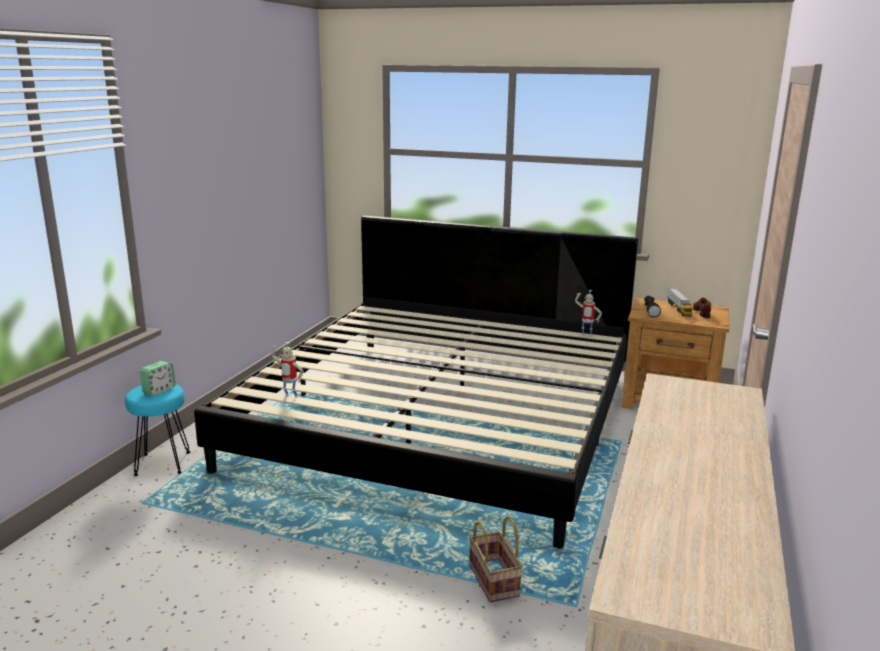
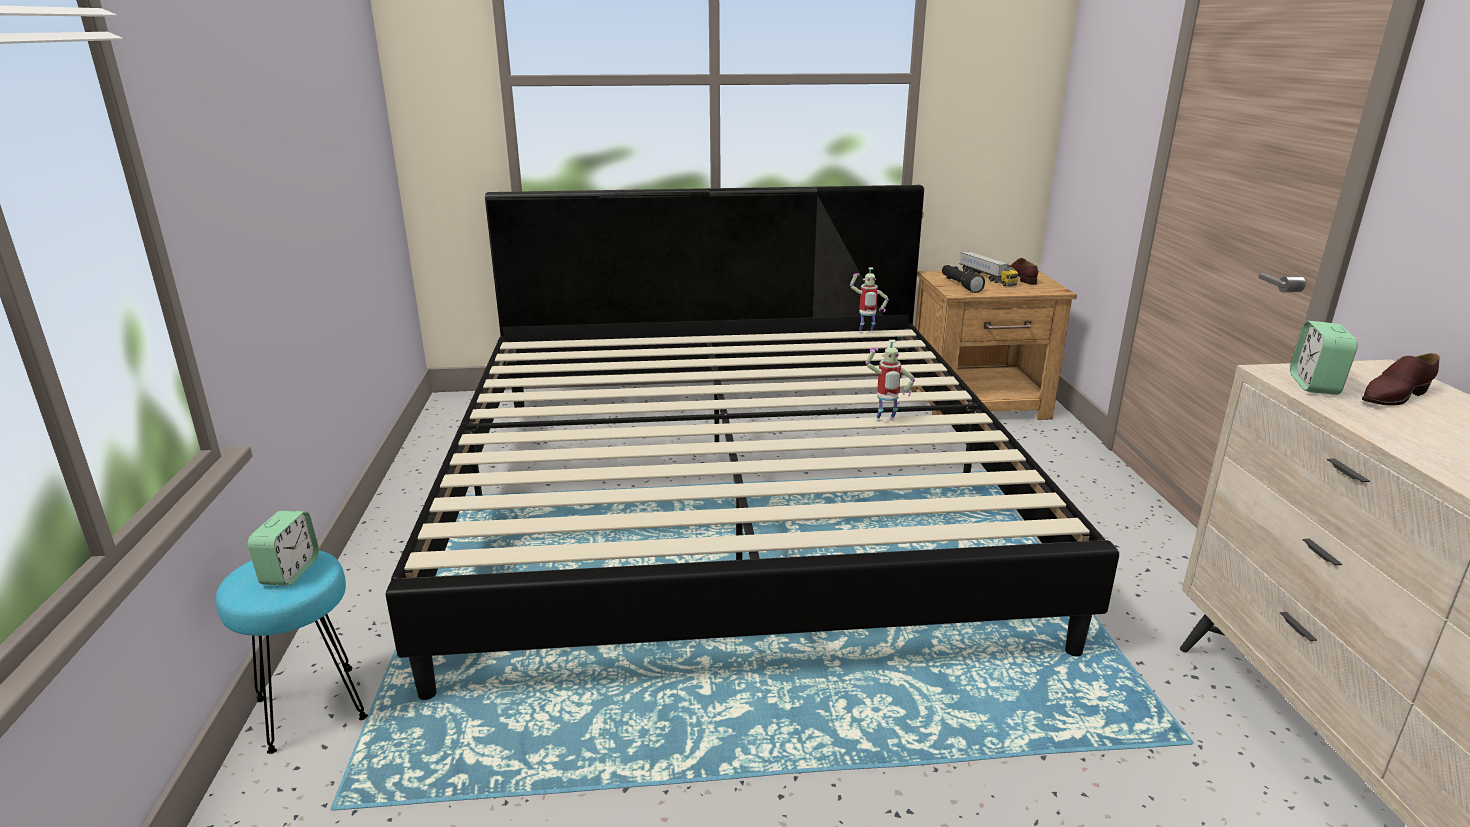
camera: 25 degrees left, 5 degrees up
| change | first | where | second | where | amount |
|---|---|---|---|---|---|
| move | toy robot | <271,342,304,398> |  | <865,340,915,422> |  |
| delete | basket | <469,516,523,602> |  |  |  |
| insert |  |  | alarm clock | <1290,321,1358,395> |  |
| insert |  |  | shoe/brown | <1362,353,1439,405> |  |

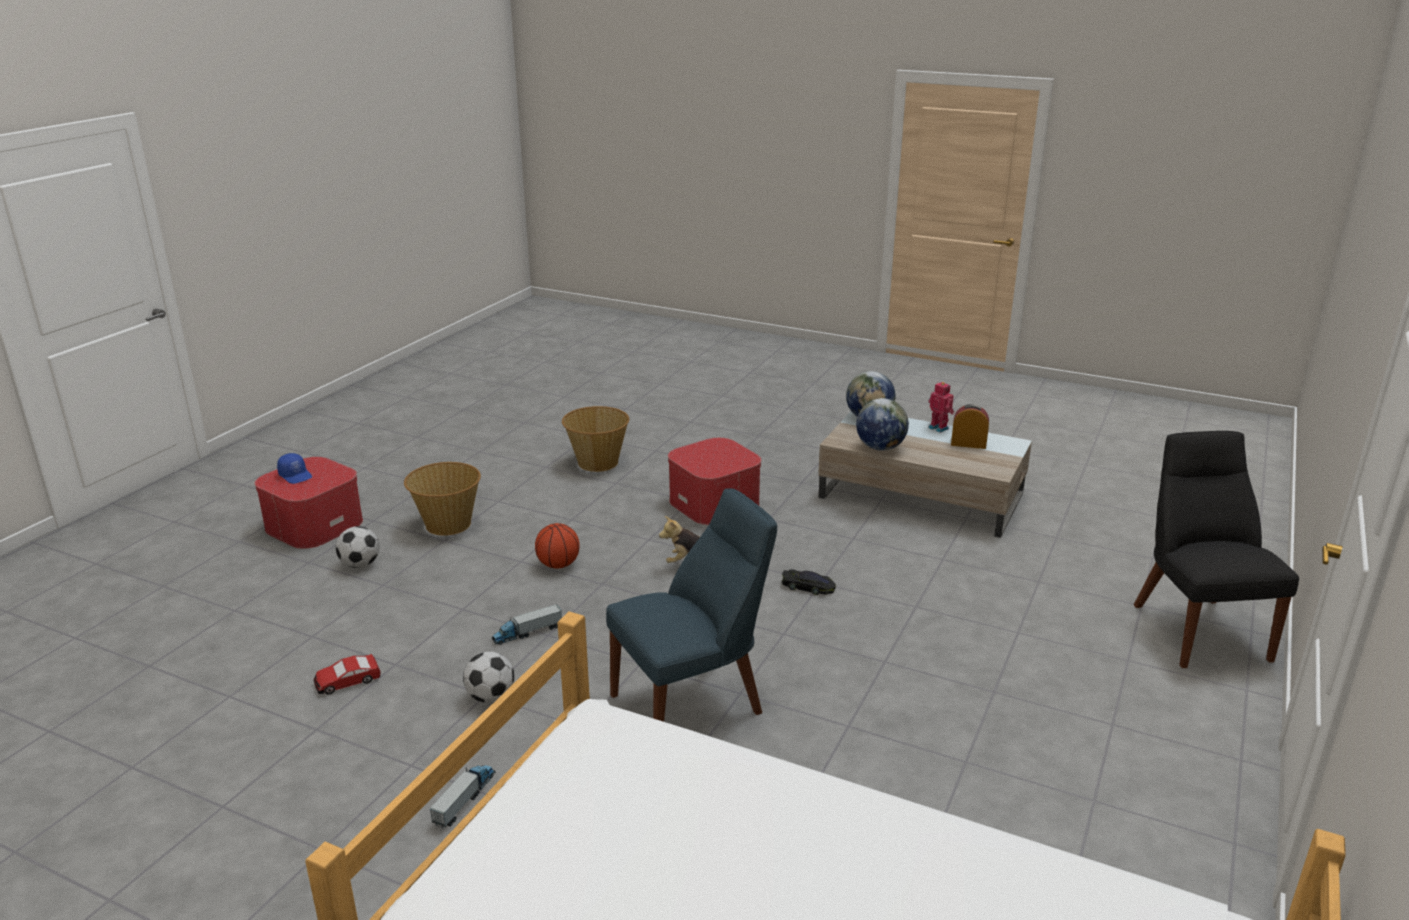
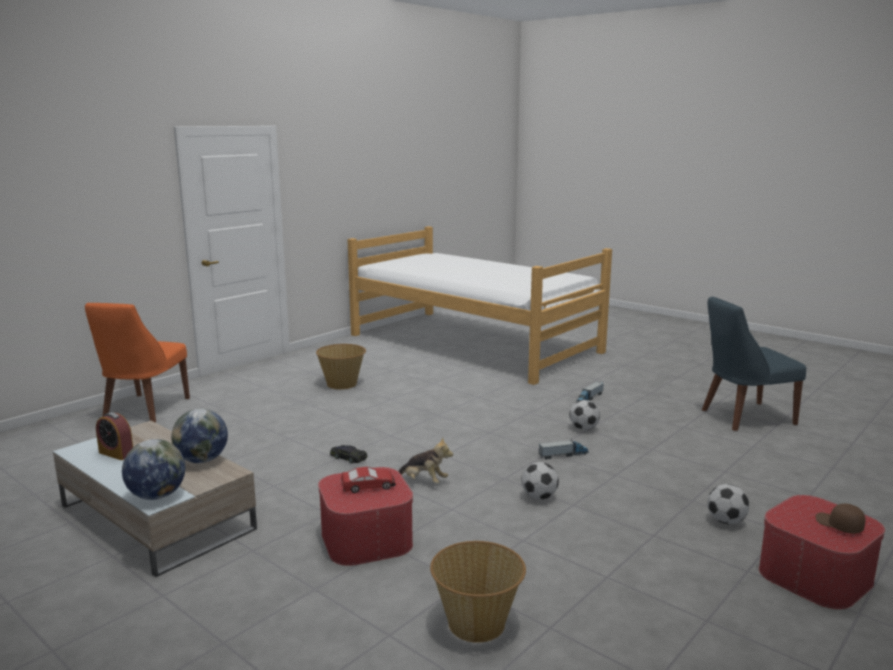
camera: 165 degrees left, 10 degrees down
| change | first | where | second | where | amount |
|---|---|---|---|---|---|
| recolor | cap/blue | <277,453,312,484> | cap/brown | <816,504,865,534> |  |
| move | toy car | <313,654,381,694> |  | <341,467,396,493> |  |
| move | basket | <404,462,481,536> |  | <316,344,366,389> |  |
| replace | basketball | <535,523,580,569> | football | <521,462,559,500> |  |
| move | chair/blue | <606,488,777,722> |  | <702,296,806,431> |  |
| delete | toy robot | <928,382,954,433> |  |  |  |
| recolor | chair/black | <1134,431,1299,668> | chair/orange | <85,303,190,422> |  |

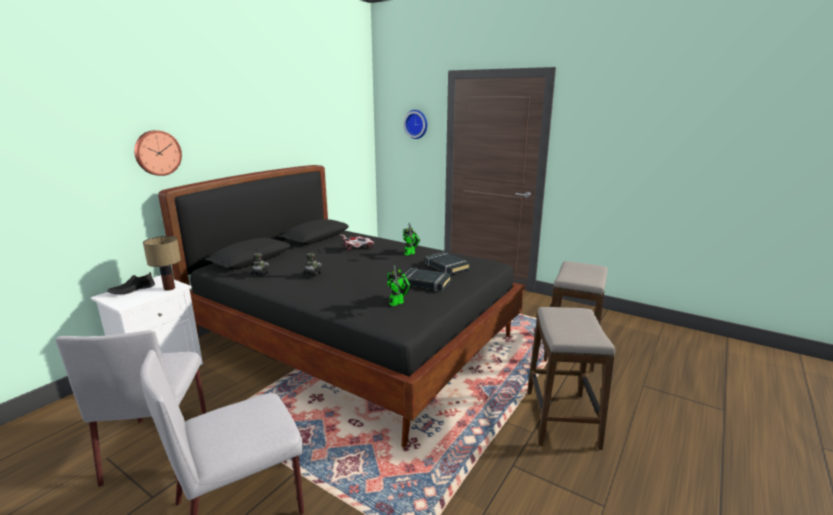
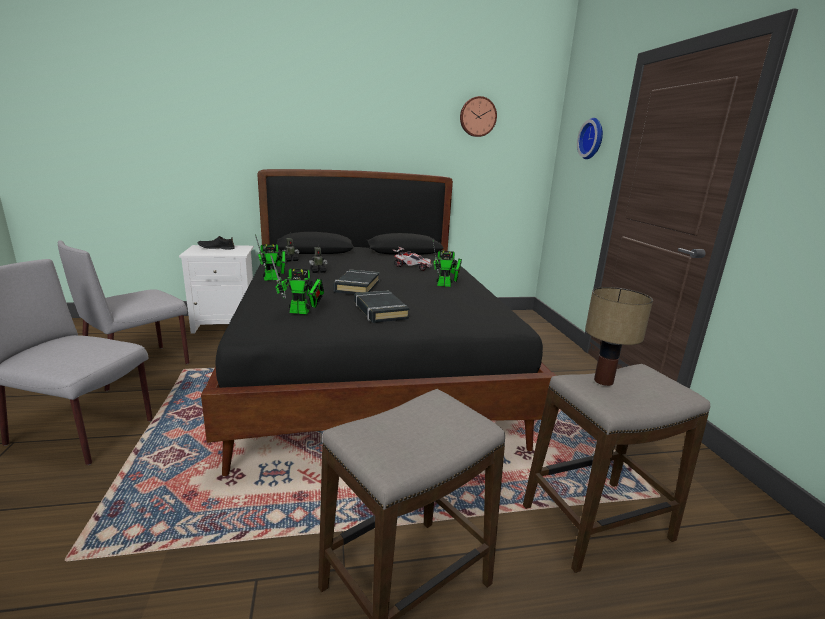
camera: 45 degrees right, 0 degrees up
| change | first | where | second | where | amount |
|---|---|---|---|---|---|
| move | wall clock | <134,130,182,176> |  | <460,96,497,137> |  |
| move | table lamp | <143,236,181,291> |  | <585,287,653,386> |  |
| move | book/black | <425,252,470,275> |  | <333,270,380,294> |  |
| insert |  |  | toy robot | <255,234,286,281> |  |

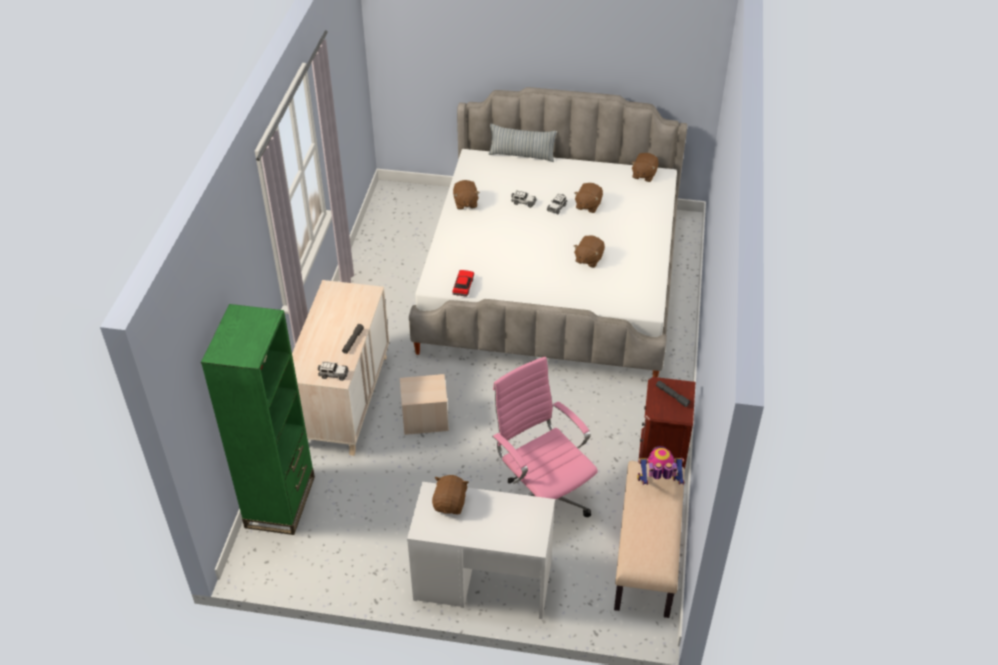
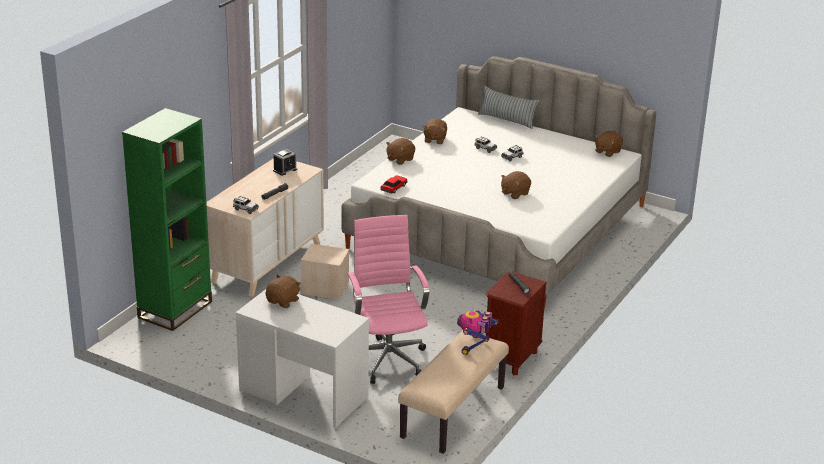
camera: 20 degrees right, 15 degrees down
| change | first | where | second | where | amount |
|---|---|---|---|---|---|
| move | plush toy/brown | <574,183,603,213> |  | <386,138,415,165> |  |
| rotate | toy robot | <637,446,685,485> |  | <457,310,499,355> | 90 degrees counterclockwise |
| insert |  |  | alarm clock | <273,149,297,176> |  |

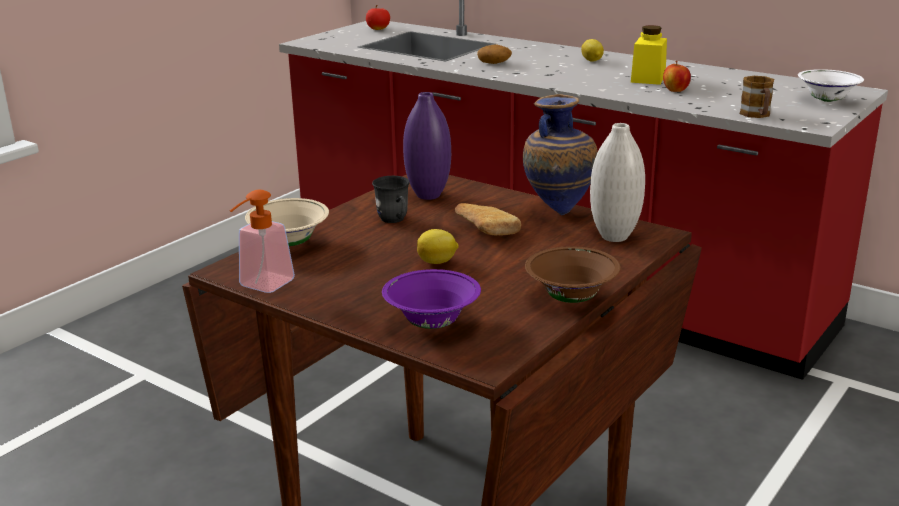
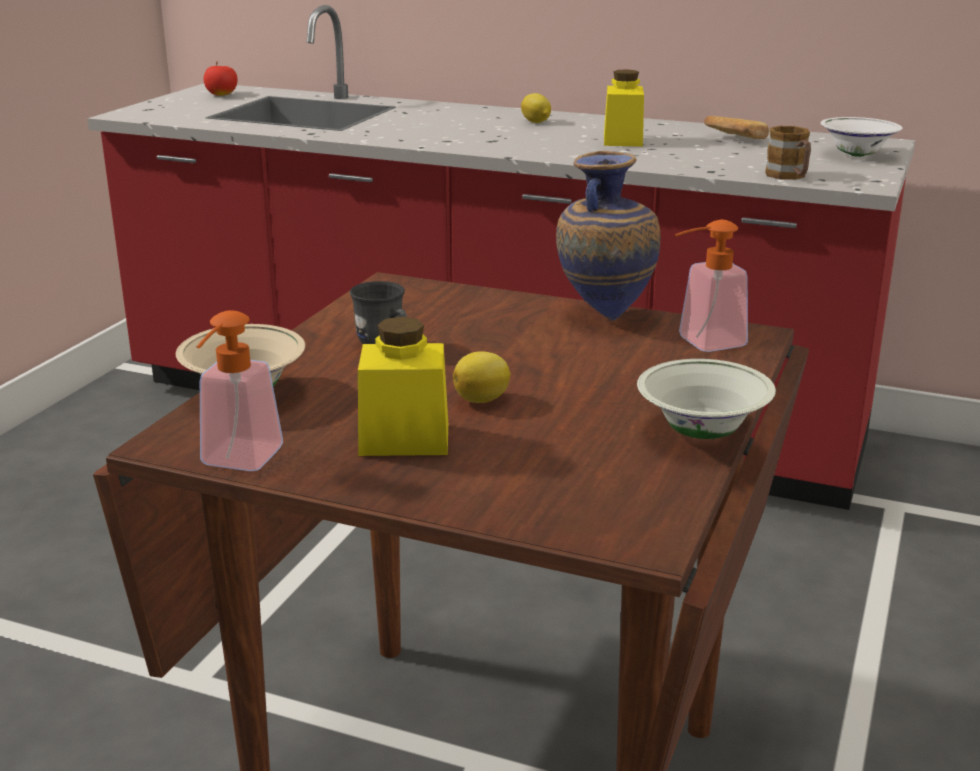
camera: 15 degrees left, 0 degrees up
| change | first | where | second | where | amount |
|---|---|---|---|---|---|
| delete | bowl/purple | <382,269,481,329> |  |  |  |
| delete | vase/purple | <403,92,451,200> |  |  |  |
| move | bread | <455,203,521,235> |  | <704,116,769,139> |  |
| delete | potato | <477,44,512,64> |  |  |  |
| recolor | bowl/brown | <525,246,621,303> | bowl/white | <637,359,776,439> |  |
| replace | vase/white | <590,123,645,242> | soap dispenser | <675,220,748,352> |  |
| delete | apple | <663,61,691,92> |  |  |  |
| insert |  |  | jar/yellow | <358,317,448,456> |  |

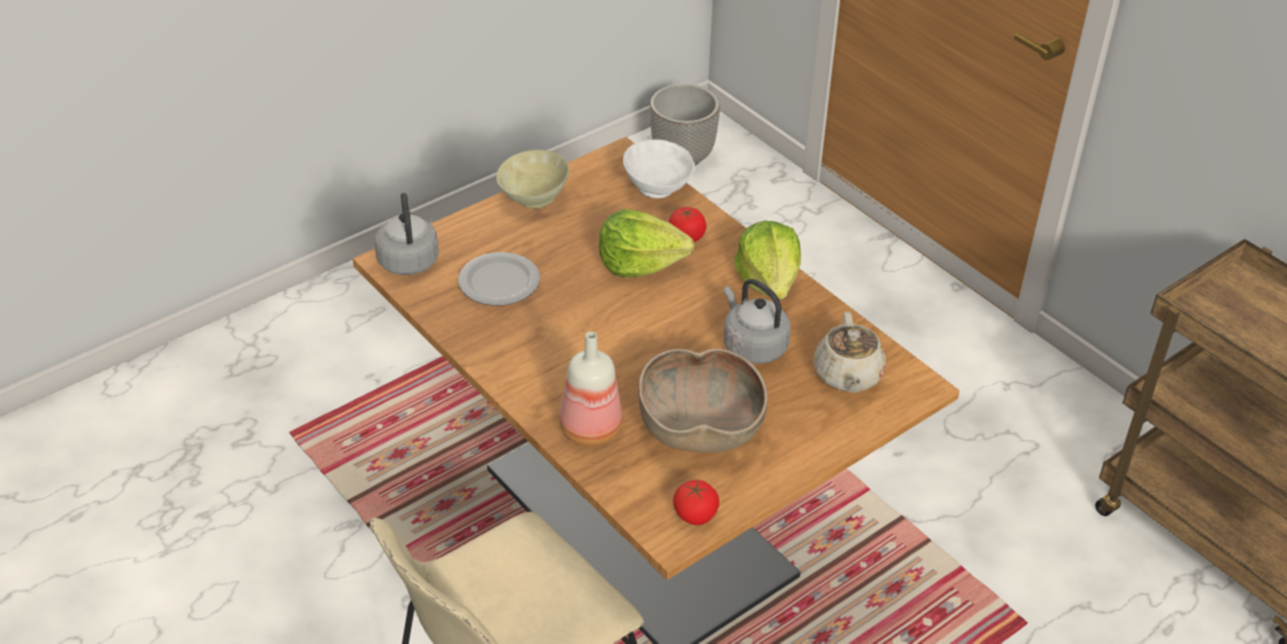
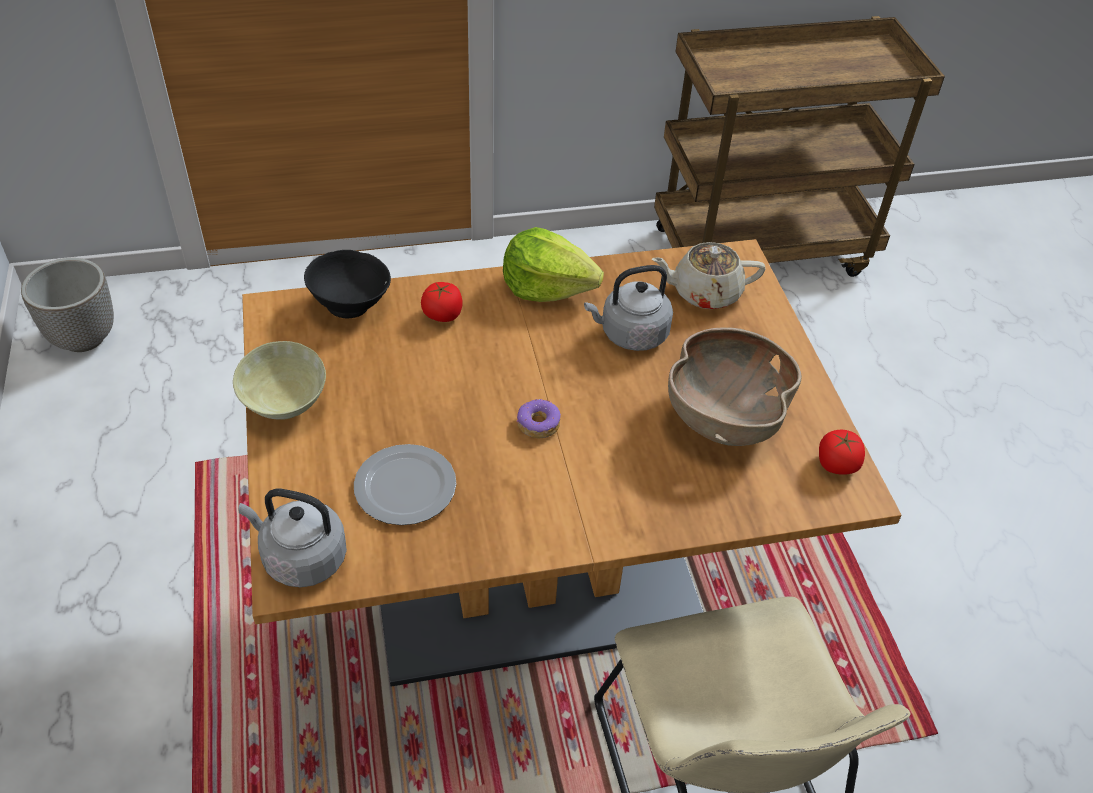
camera: 65 degrees left, 5 degrees up
| change | first | where | second | where | amount |
|---|---|---|---|---|---|
| delete | bottle | <560,332,622,446> |  |  |  |
| delete | lettuce | <599,209,694,277> |  |  |  |
| recolor | bowl/white | <623,139,695,198> | bowl/black | <304,250,391,318> |  |
| rotate | teapot/beige | <813,312,886,393> |  | <652,242,766,309> | 150 degrees clockwise |
| insert |  |  | donut | <517,399,561,438> |  |

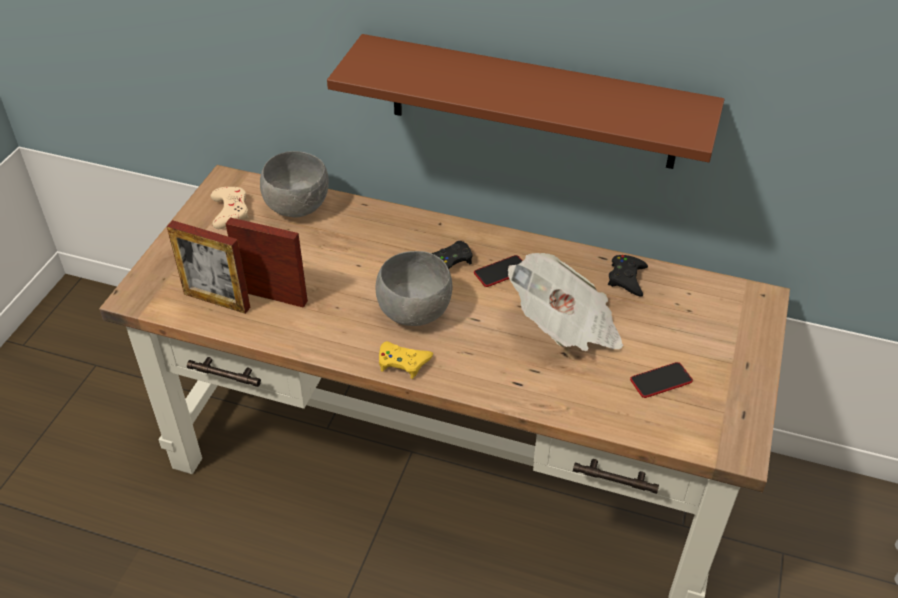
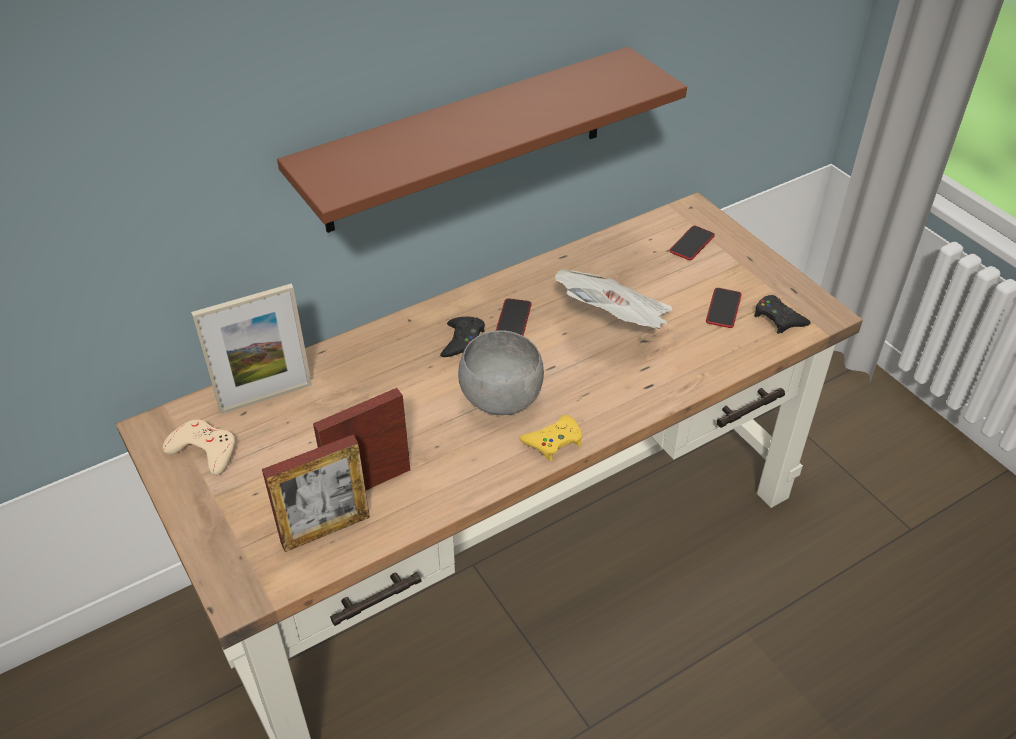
camera: 50 degrees left, 0 degrees up
| change | first | where | second | where | amount |
|---|---|---|---|---|---|
| replace | bowl/grey | <260,151,329,217> | picture frame | <191,283,312,414> |  |
| move | game controller/black | <608,255,648,297> |  | <754,295,811,334> |  |
| insert |  |  | phone | <669,226,715,260> |  |

